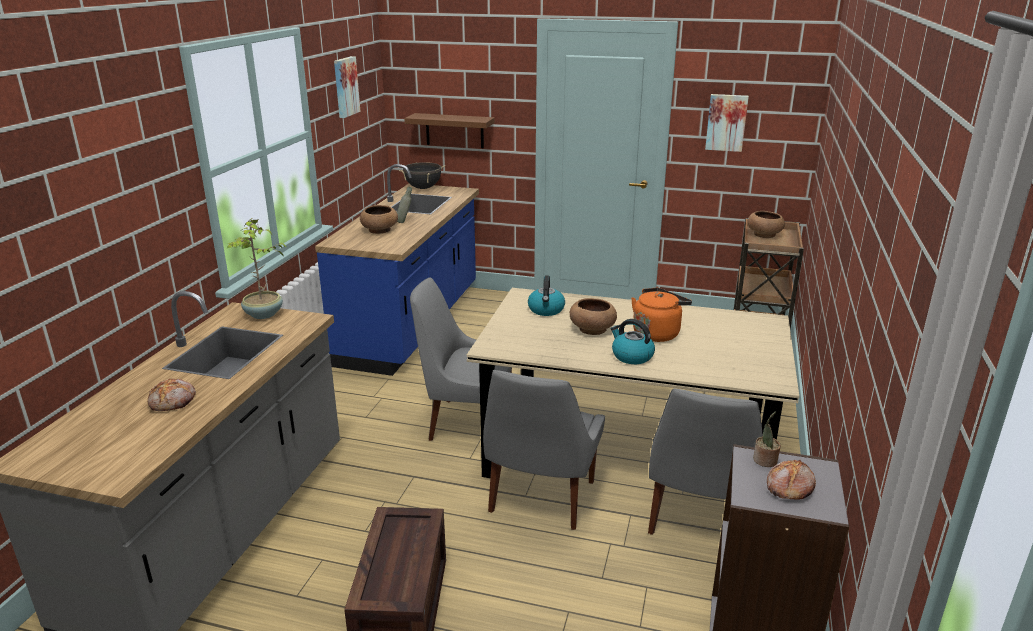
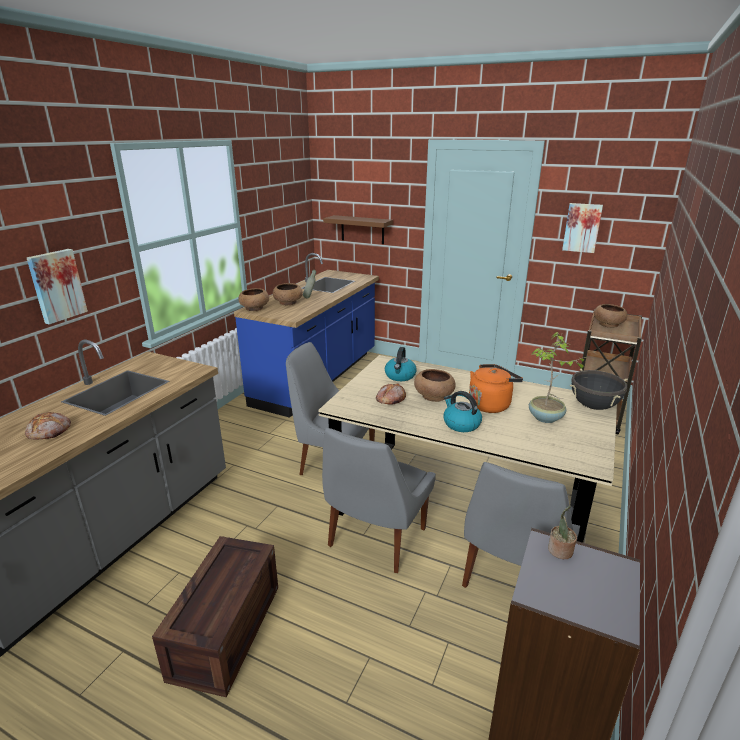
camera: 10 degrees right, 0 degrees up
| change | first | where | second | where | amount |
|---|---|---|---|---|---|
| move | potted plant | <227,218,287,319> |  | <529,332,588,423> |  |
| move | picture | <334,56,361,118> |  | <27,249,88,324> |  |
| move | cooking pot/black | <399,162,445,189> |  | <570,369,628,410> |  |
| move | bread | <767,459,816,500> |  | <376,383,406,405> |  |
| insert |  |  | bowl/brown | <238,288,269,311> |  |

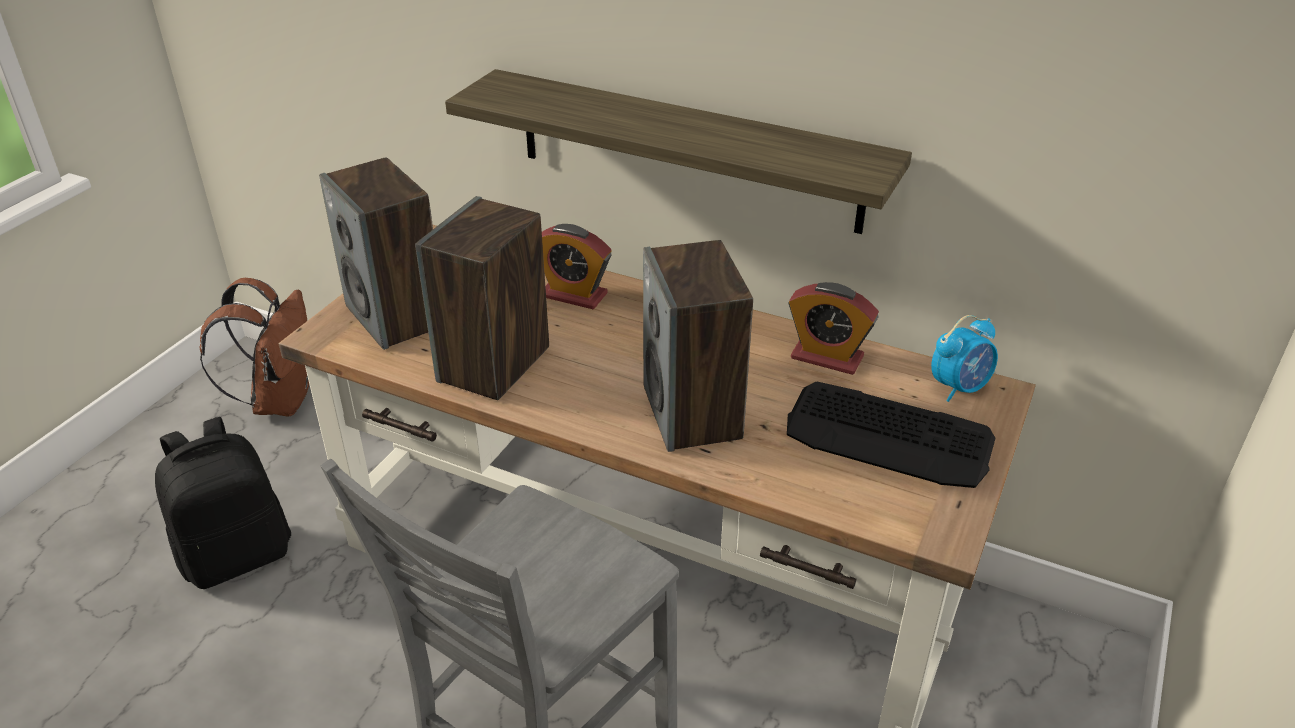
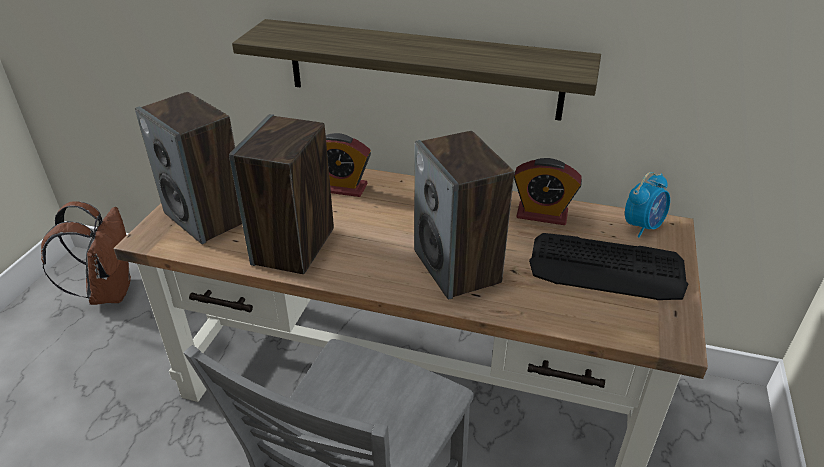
camera: 10 degrees left, 0 degrees up
| change | first | where | second | where | amount |
|---|---|---|---|---|---|
| delete | backpack/black | <155,417,291,589> |  |  |  |

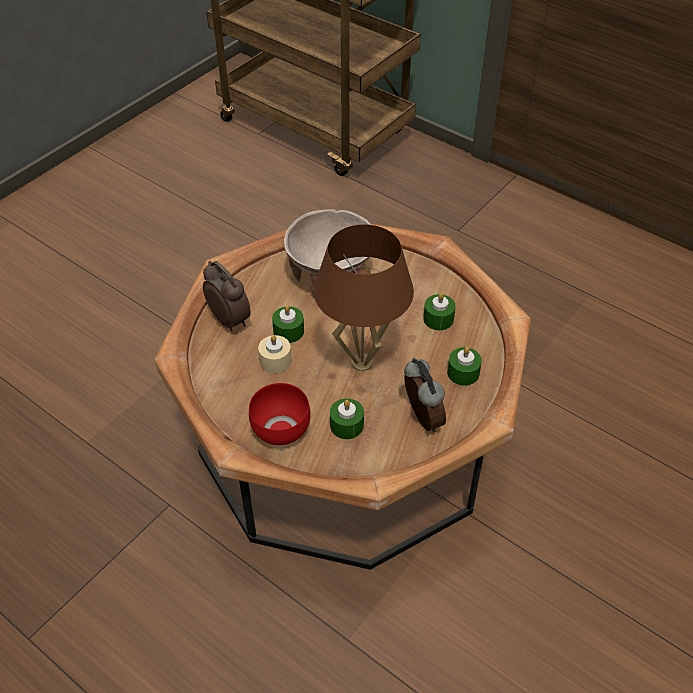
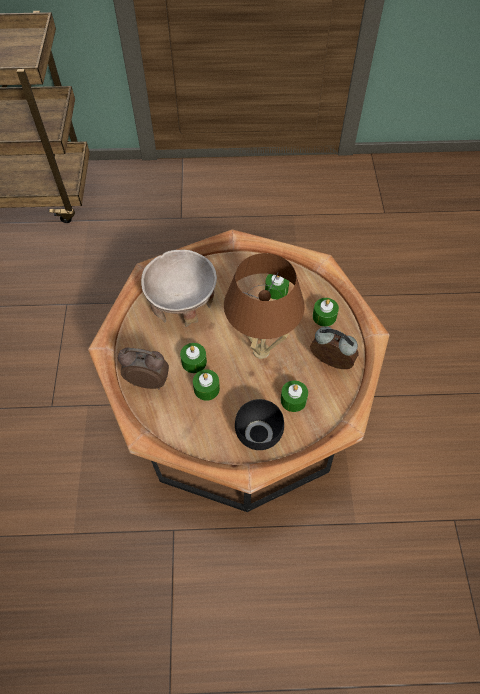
camera: 40 degrees left, 10 degrees up
| change | first | where | second | where | amount |
|---|---|---|---|---|---|
| recolor | bowl/red | <249,383,311,445> | bowl/black | <235,399,284,450> |  |
| recolor | candle/beige | <258,335,292,373> | candle/green | <193,369,220,401> |  |

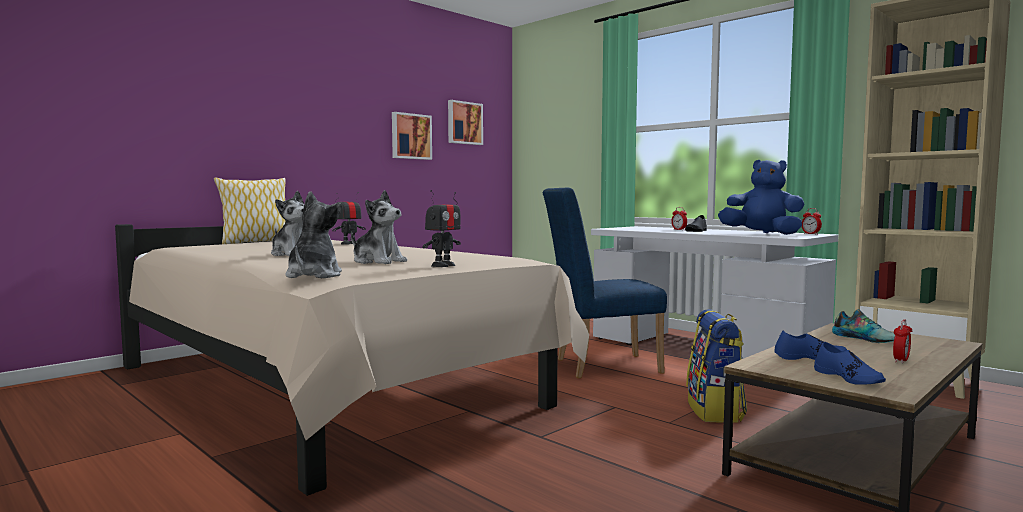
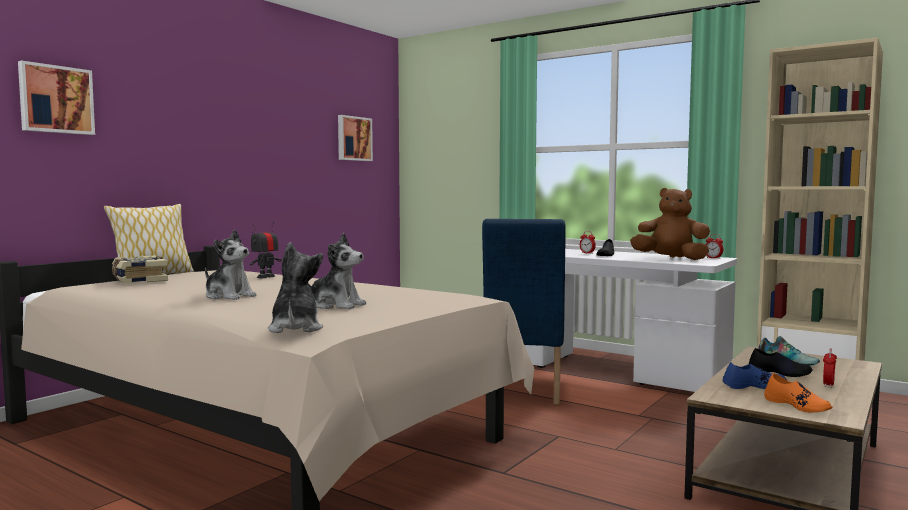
camera: 10 degrees left, 0 degrees up
| change | first | where | second | where | amount |
|---|---|---|---|---|---|
| move | picture | <392,112,432,160> |  | <18,61,95,135> |  |
| delete | toy robot | <422,190,461,267> |  |  |  |
| rotate | chair/blue | <543,188,667,378> |  | <482,219,566,405> | 60 degrees counterclockwise |
| delete | backpack | <686,309,747,423> |  |  |  |
| recolor | plush toy/blue | <718,160,804,235> | plush toy/brown | <630,188,710,260> |  |
| recolor | shoe/blue | <814,342,886,385> | shoe/orange | <764,373,833,412> |  |
| insert |  |  | book | <112,255,168,284> |  |
| insert |  |  | shoe/black | <749,348,813,377> |  |

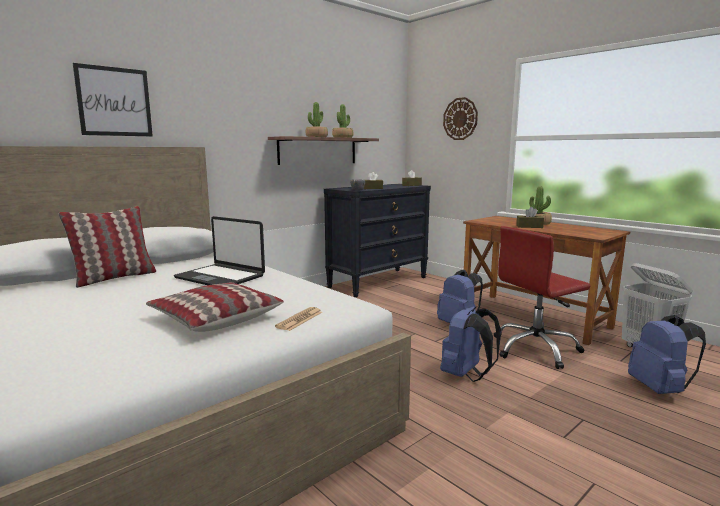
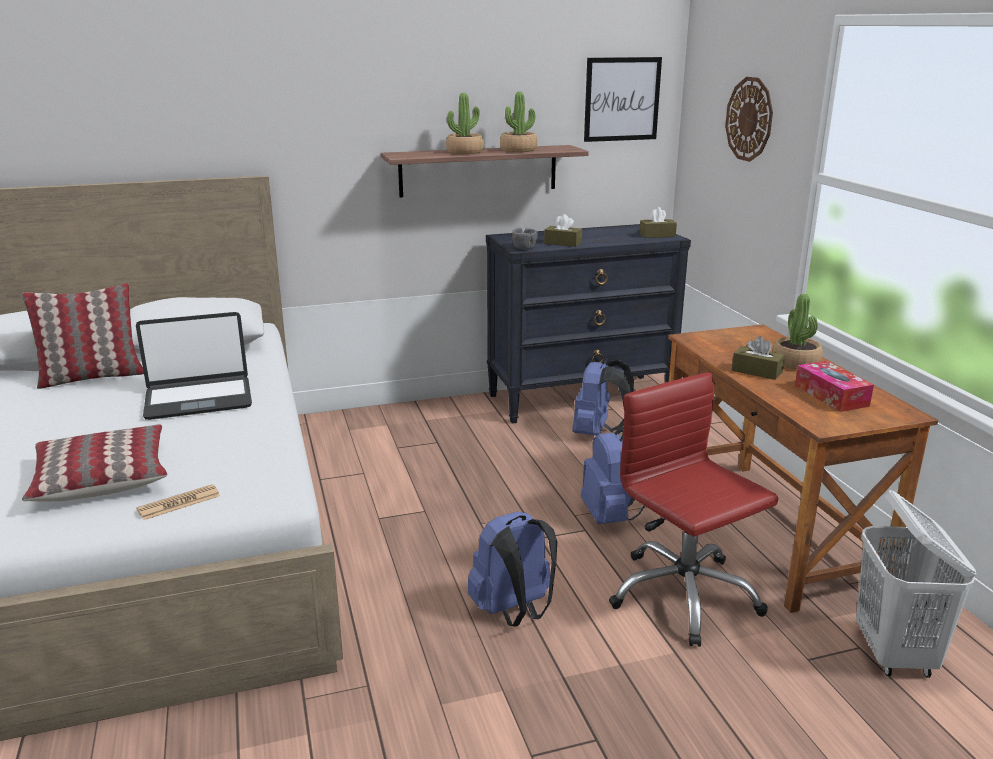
camera: 25 degrees right, 10 degrees up
| change | first | where | second | where | amount |
|---|---|---|---|---|---|
| move | picture | <73,63,153,136> |  | <584,57,662,142> |  |
| rotate | laptop | <174,216,265,285> |  | <136,312,252,420> | 75 degrees counterclockwise |
| rotate | office chair/red | <494,226,590,369> |  | <609,372,779,647> | 60 degrees clockwise |
| move | backpack/blue | <628,315,706,394> |  | <572,359,634,436> |  |
| insert |  |  | tissue box | <795,361,874,412> |  |

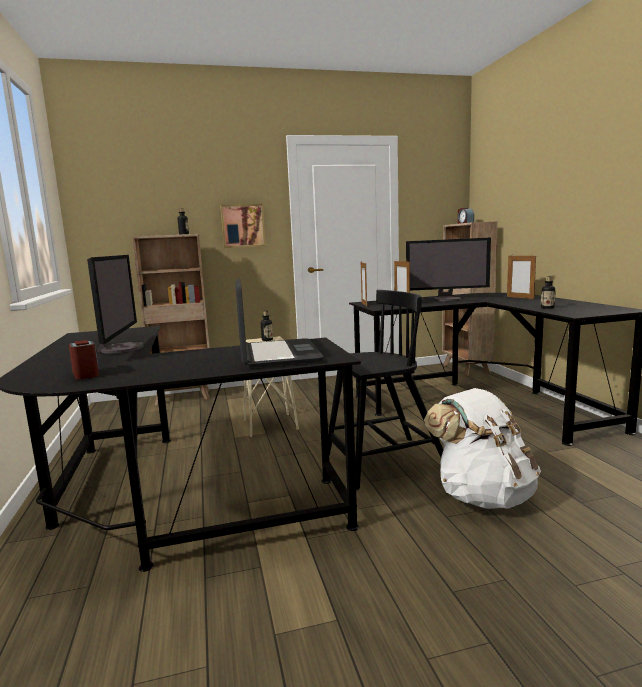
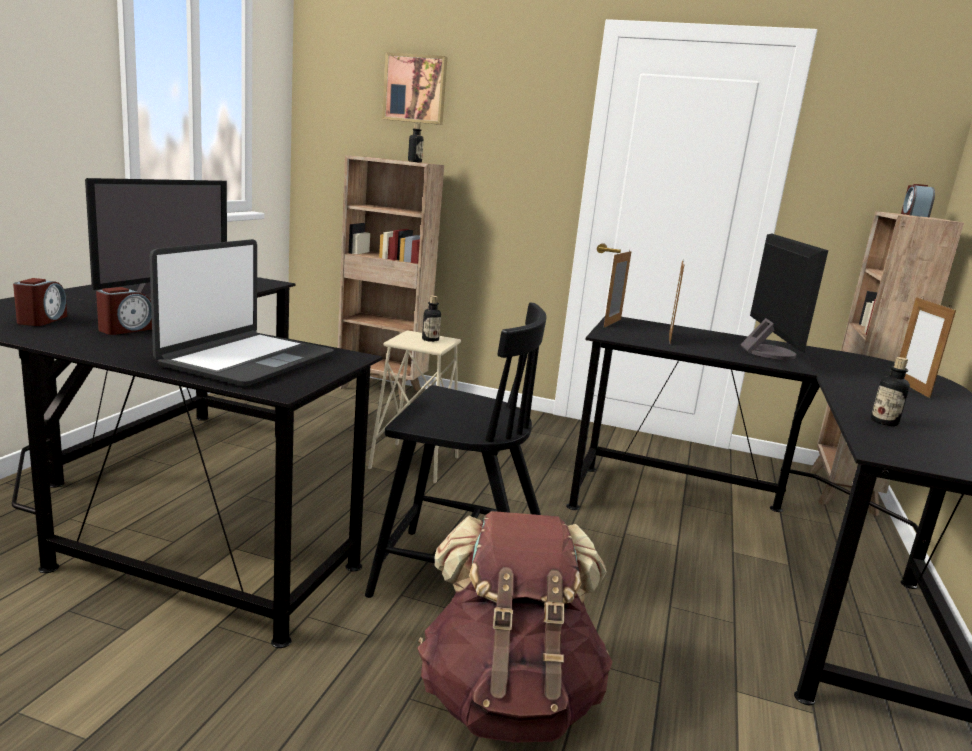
camera: 30 degrees right, 5 degrees up
| change | first | where | second | where | amount |
|---|---|---|---|---|---|
| move | picture | <220,204,266,248> |  | <382,52,448,125> |  |
| rotate | monitor | <406,238,491,301> |  | <741,233,828,360> | 120 degrees counterclockwise |
| recolor | backpack/white | <424,388,541,509> | backpack/brown | <417,511,612,743> |  |
| insert |  |  | alarm clock | <96,287,152,335> |  |

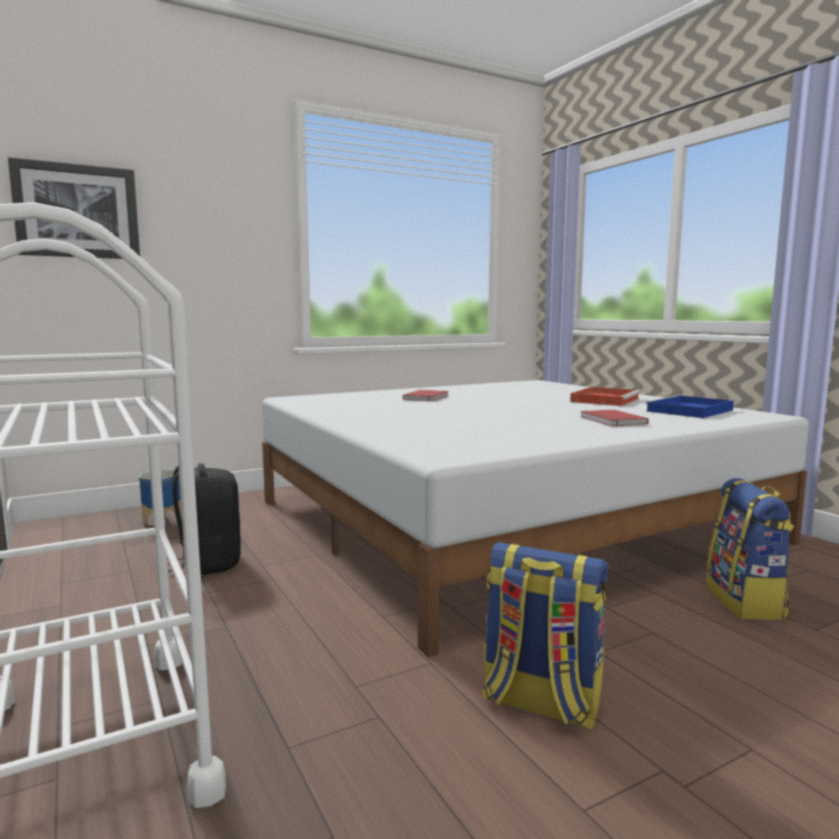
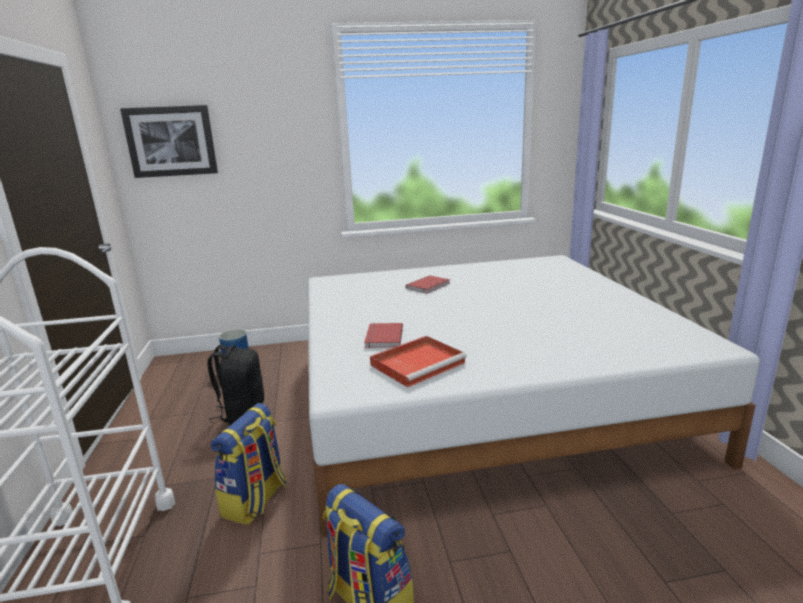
camera: 20 degrees right, 10 degrees up
| change | first | where | second | where | amount |
|---|---|---|---|---|---|
| move | tray/red | <570,387,641,406> |  | <370,336,467,387> |  |
| move | book/red | <580,410,649,427> |  | <364,323,403,348> |  |
| delete | tray/blue | <645,395,734,418> |  |  |  |
| move | backpack | <706,478,794,620> |  | <211,403,287,525> |  |

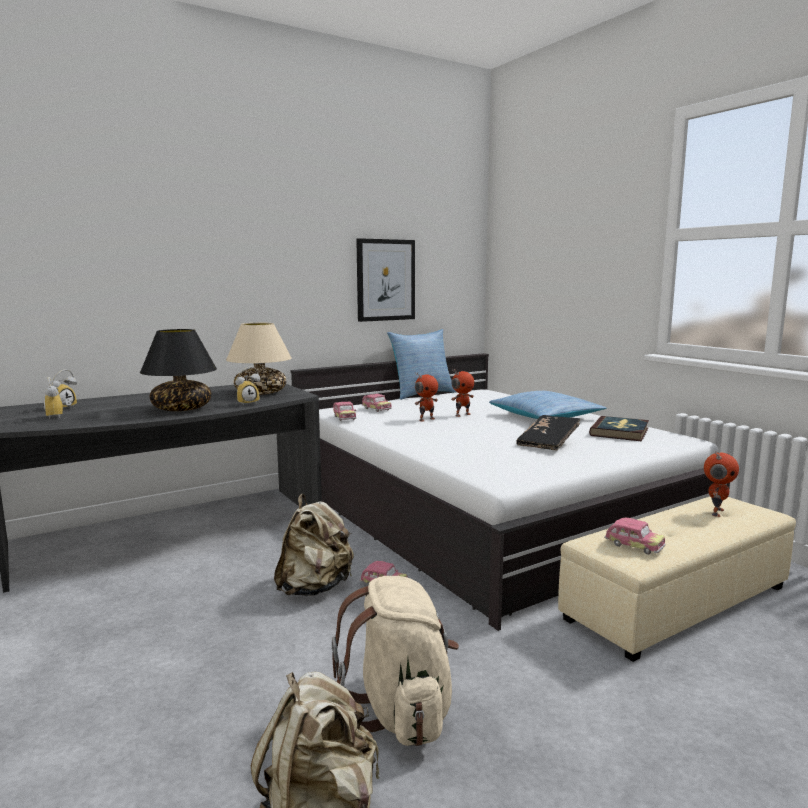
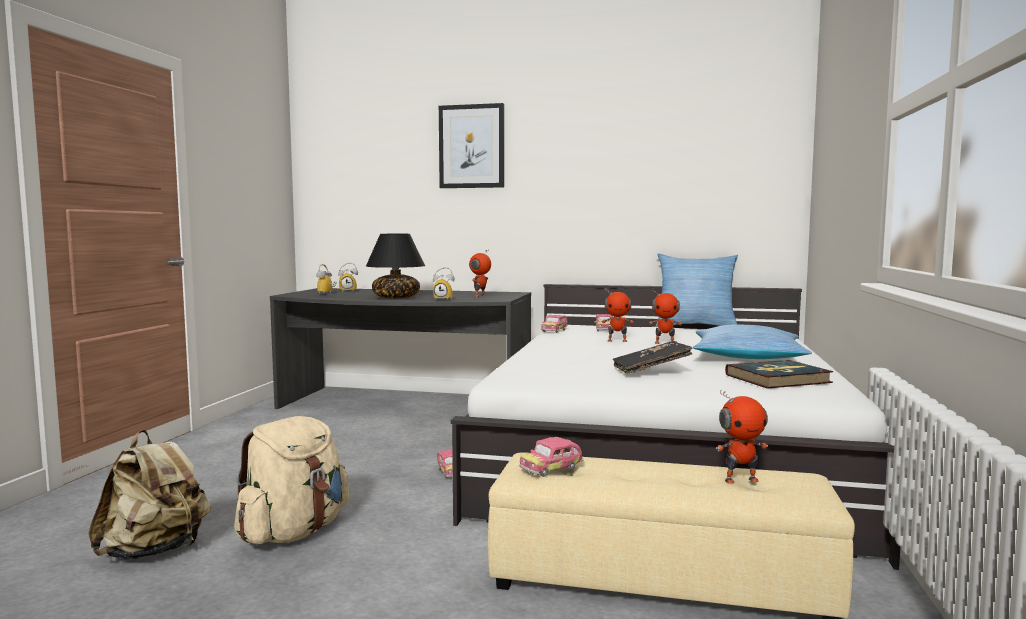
camera: 45 degrees right, 5 degrees down
| change | first | where | second | where | amount |
|---|---|---|---|---|---|
| replace | table lamp/beige | <226,323,292,395> | toy robot | <469,250,491,297> |  |
| delete | backpack/beige | <274,494,354,596> |  |  |  |
| move | picture | <356,238,415,322> |  | <439,103,504,188> |  |
| rotate | toy car | <604,518,666,555> |  | <519,437,584,477> | 60 degrees clockwise |

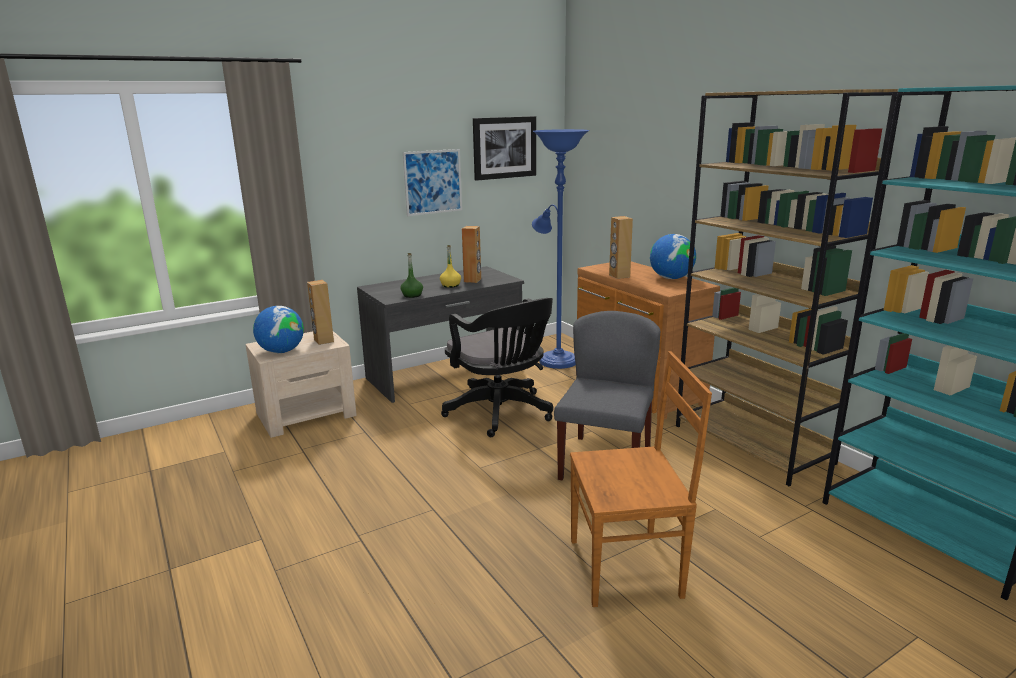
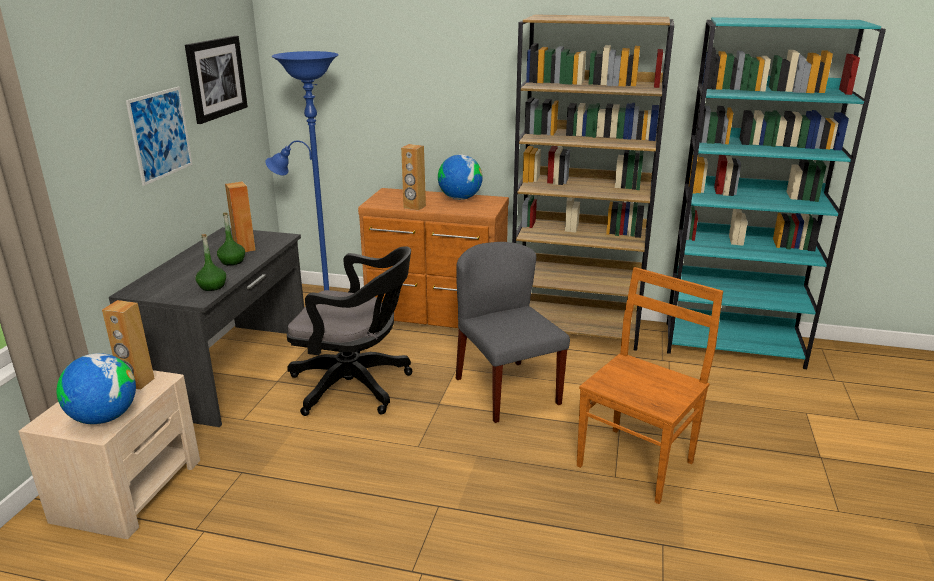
camera: 45 degrees left, 5 degrees up
| change | first | where | second | where | amount |
|---|---|---|---|---|---|
| recolor | bottle/yellow | <440,245,461,288> | bottle/green | <217,213,245,265> |  |

